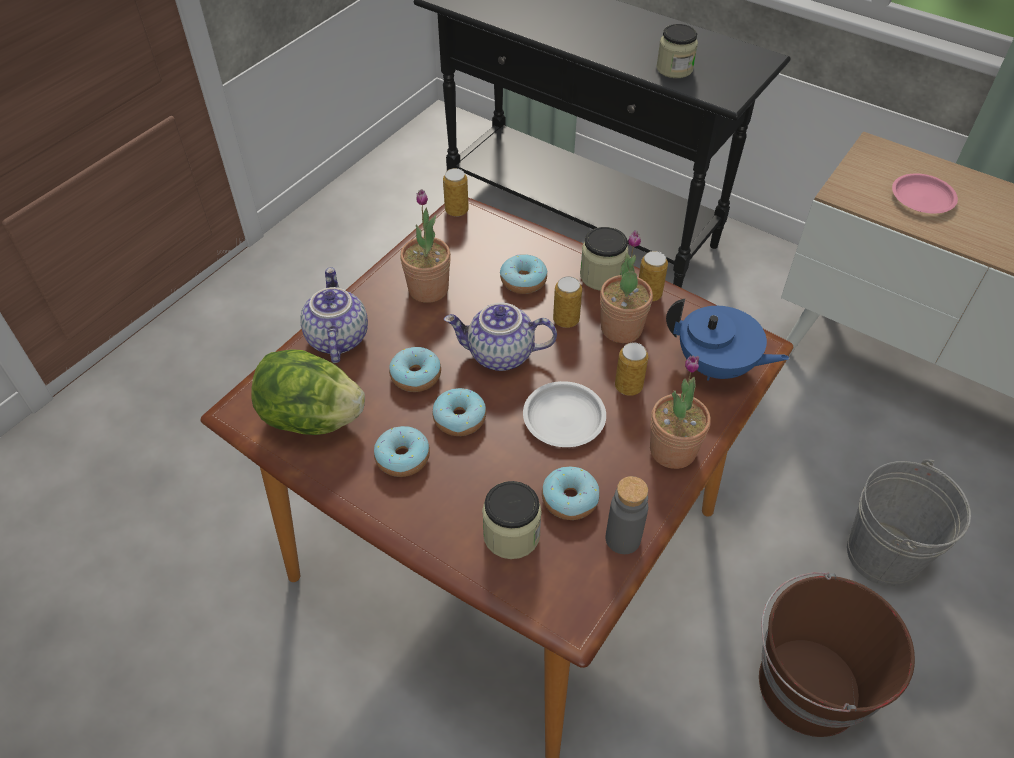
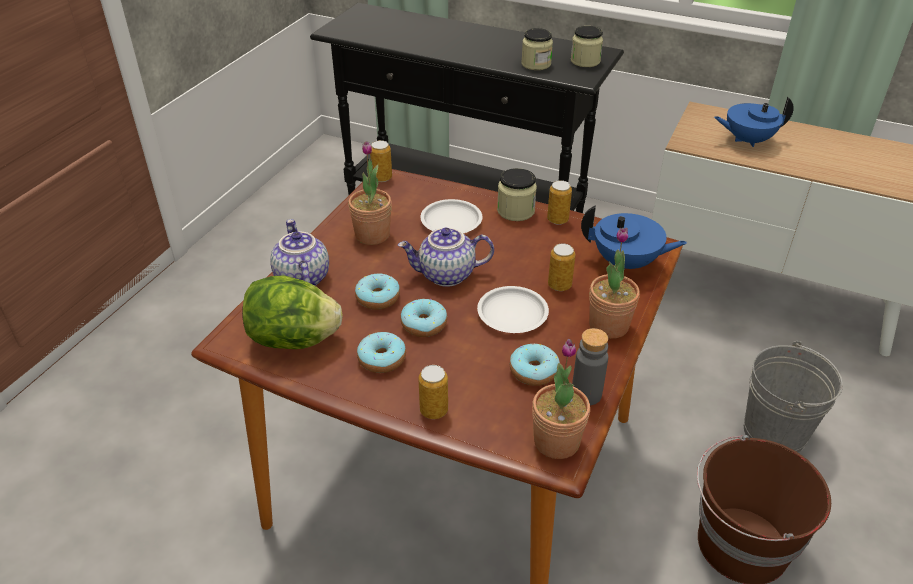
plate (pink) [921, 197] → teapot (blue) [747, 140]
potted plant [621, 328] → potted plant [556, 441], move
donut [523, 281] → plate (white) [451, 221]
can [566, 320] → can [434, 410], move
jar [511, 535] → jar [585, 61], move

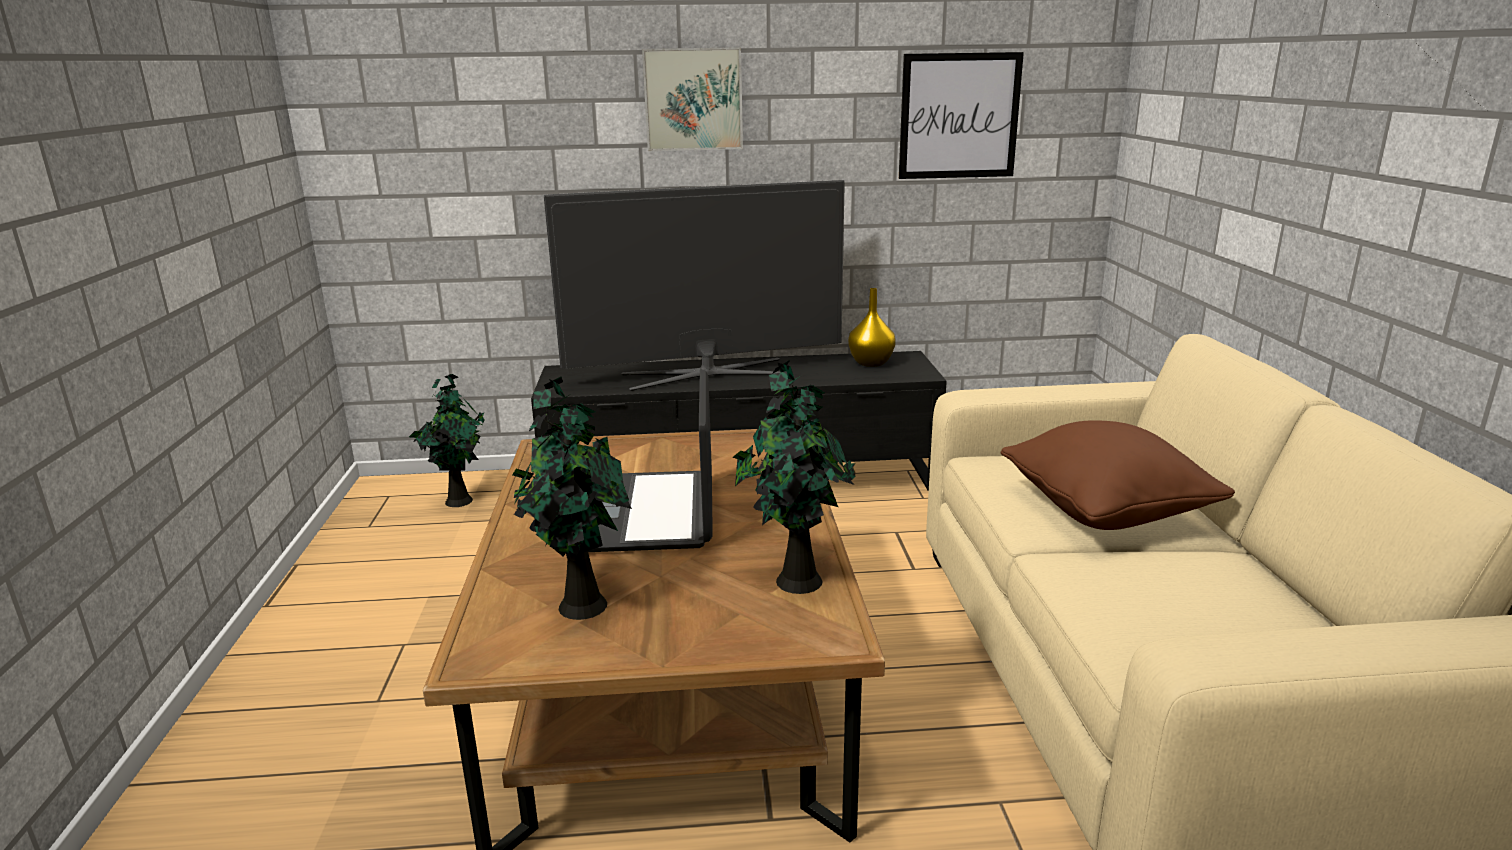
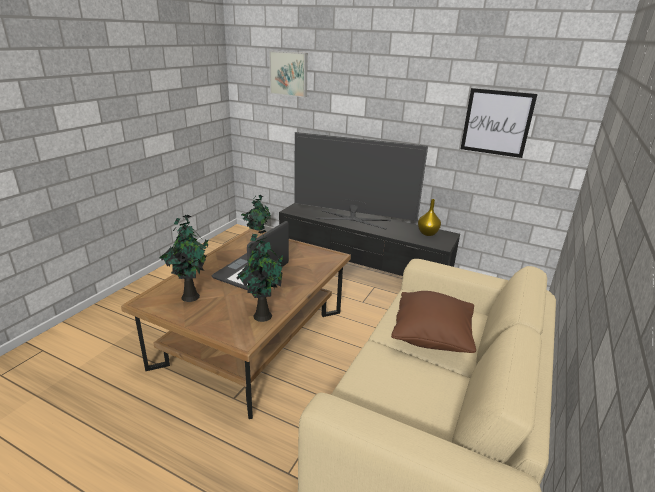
picture [693, 99] → picture [289, 73], move

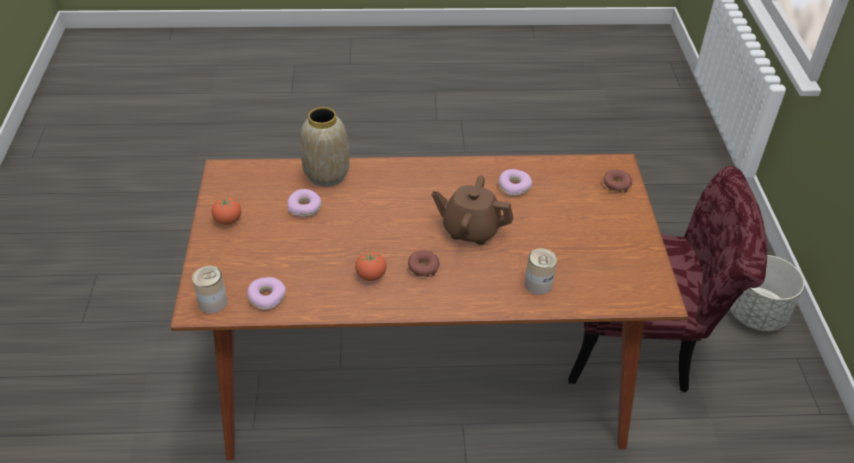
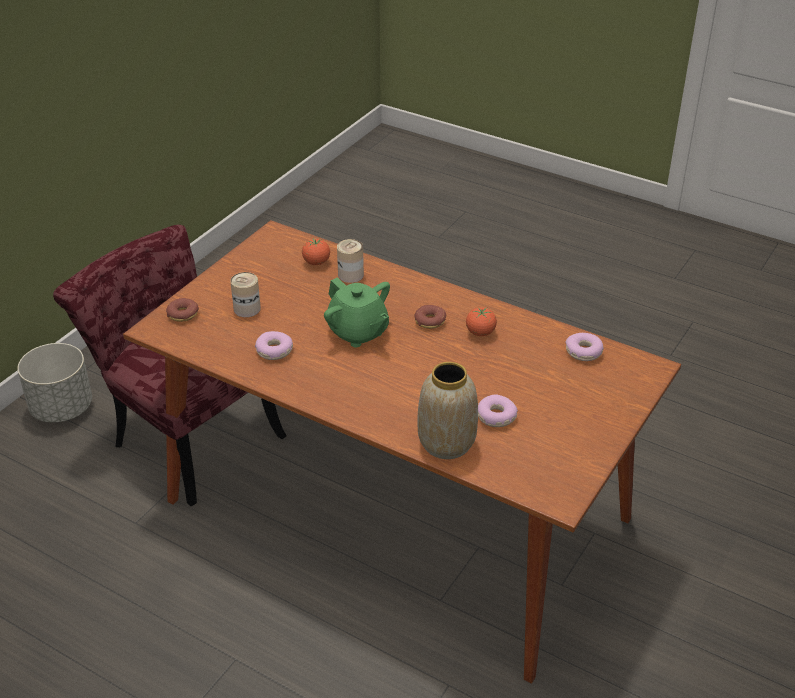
teapot (brown) [470, 230] → teapot (green) [358, 332]
tomato [228, 220] → tomato [316, 262], move
can [213, 302] → can [247, 309], move

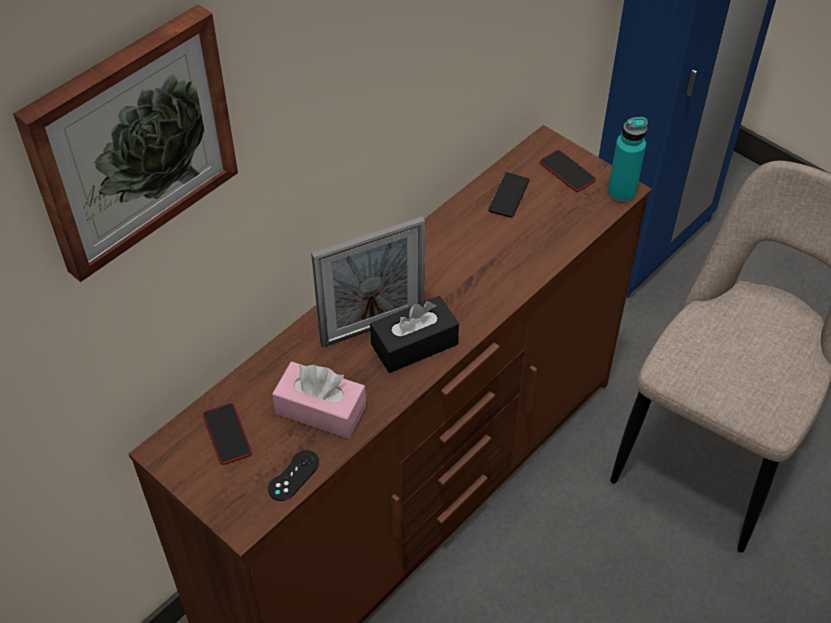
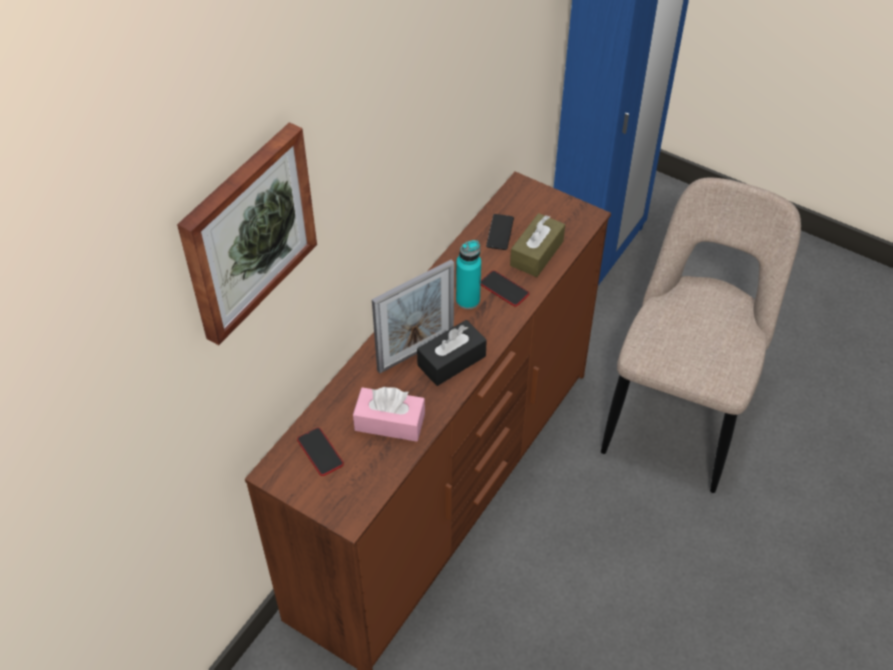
bottle (turquoise) [621, 192] → bottle (turquoise) [468, 300], move
phone [567, 172] → phone [504, 289], move
game controller (black) [293, 475] → -
- → tissue box (brown) [536, 253]

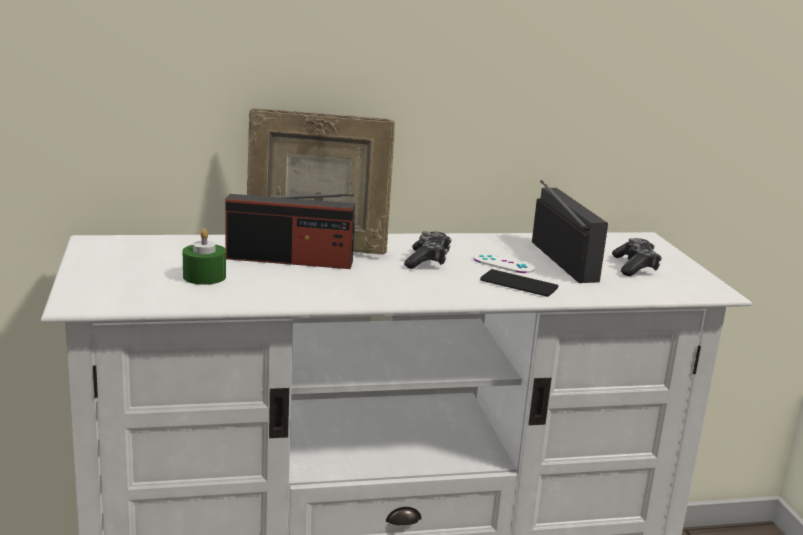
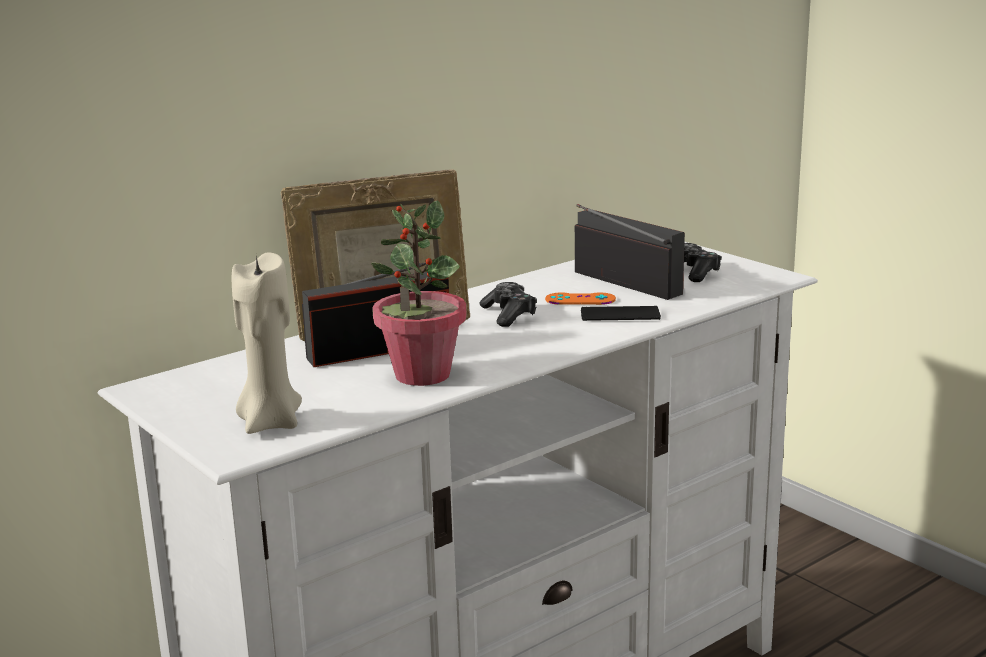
candle (green) [204, 276] → -
game controller (white) [503, 263] → game controller (orange) [580, 299]
- → potted plant [421, 375]
- → candle (beige) [270, 423]

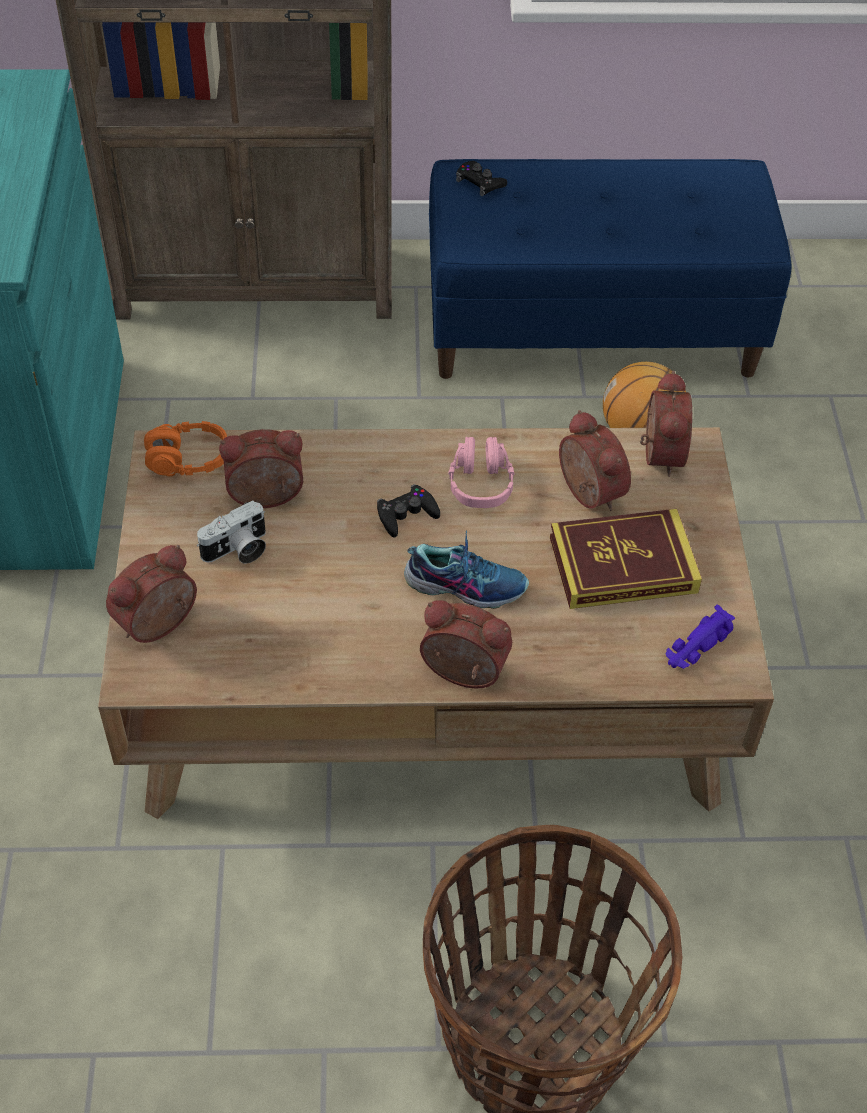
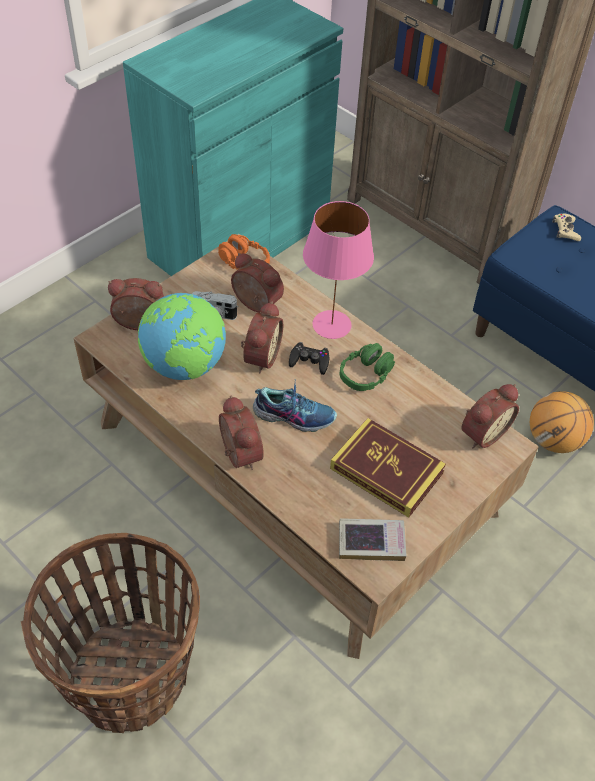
game controller (black) [480, 183] → game controller (beige) [565, 230]
alarm clock [586, 493] → alarm clock [260, 356], move
headphones (pink) [480, 483] → headphones (green) [365, 374]
shoe [465, 585] → shoe [294, 415], 45 degrees counterclockwise
toy car (purple) [696, 646] → book [371, 542]
- → table lamp (pink) [331, 324]
- → globe [185, 365]

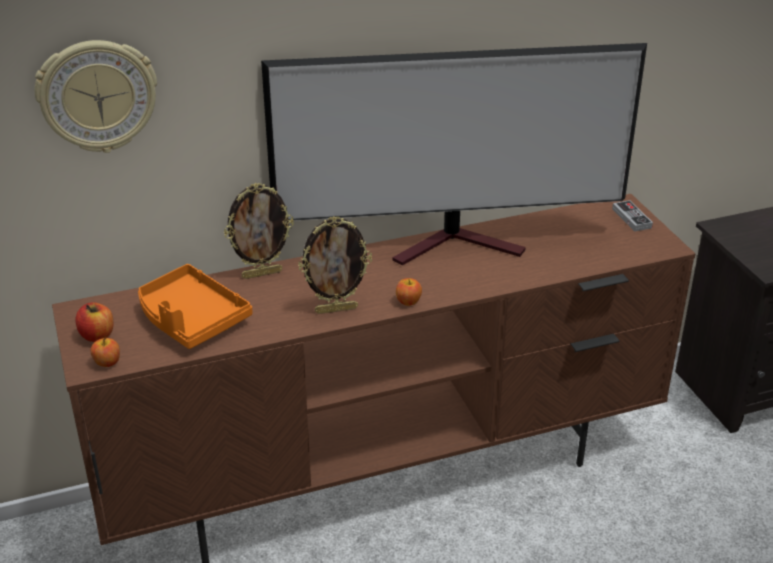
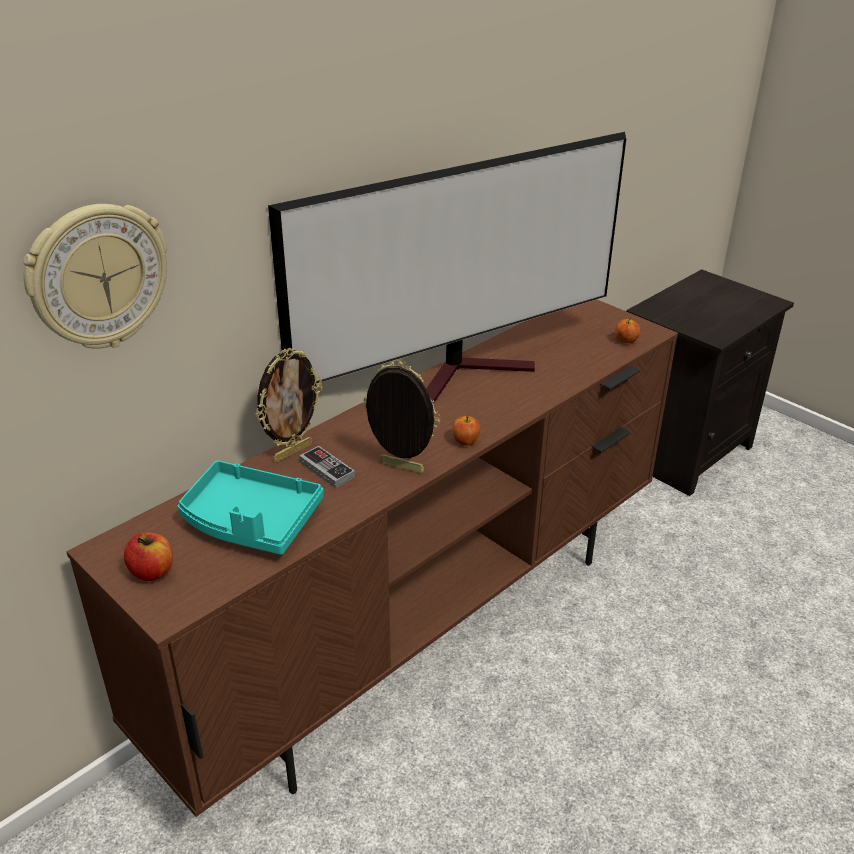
game controller [631, 218] → game controller [327, 469], move
picture frame [336, 309] → picture frame [400, 468], 120 degrees counterclockwise
tray (orange) [191, 319] → tray (turquoise) [250, 521]
apple [107, 362] → apple [626, 341], move

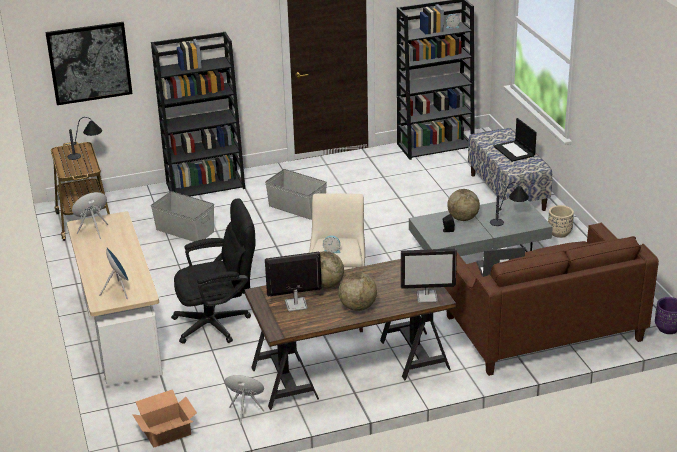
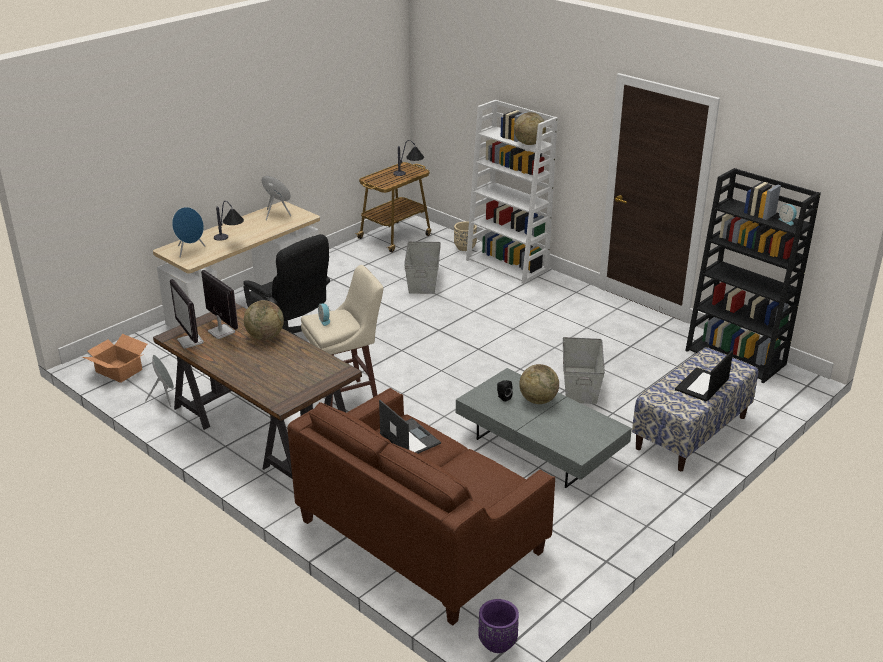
picture [89, 63] → -
bookcase (black) [206, 185] → bookcase (white) [508, 265]
storage box (grey) [297, 207] → storage box (grey) [580, 385], move
table lamp [509, 219] → table lamp [230, 241], move
planter (beige) [559, 233] → planter (beige) [465, 247], move
monitor [427, 296] → monitor [191, 341], move
globe [358, 307] → globe [529, 143], move

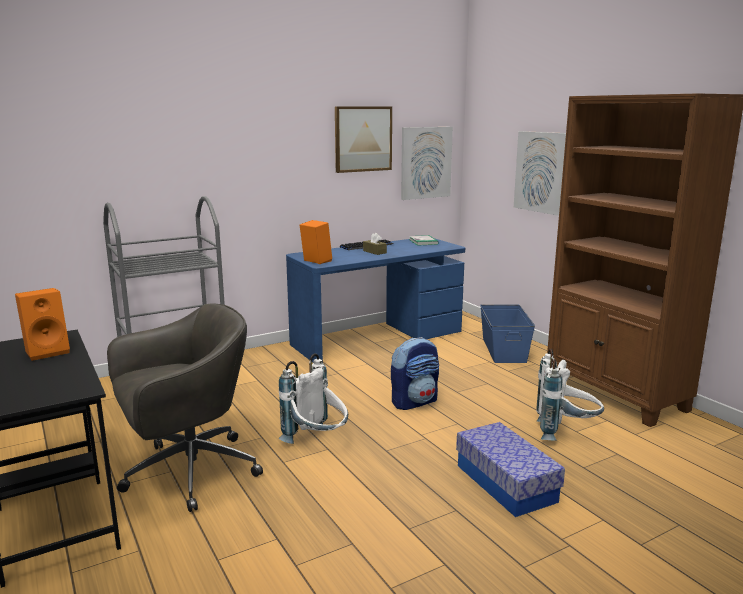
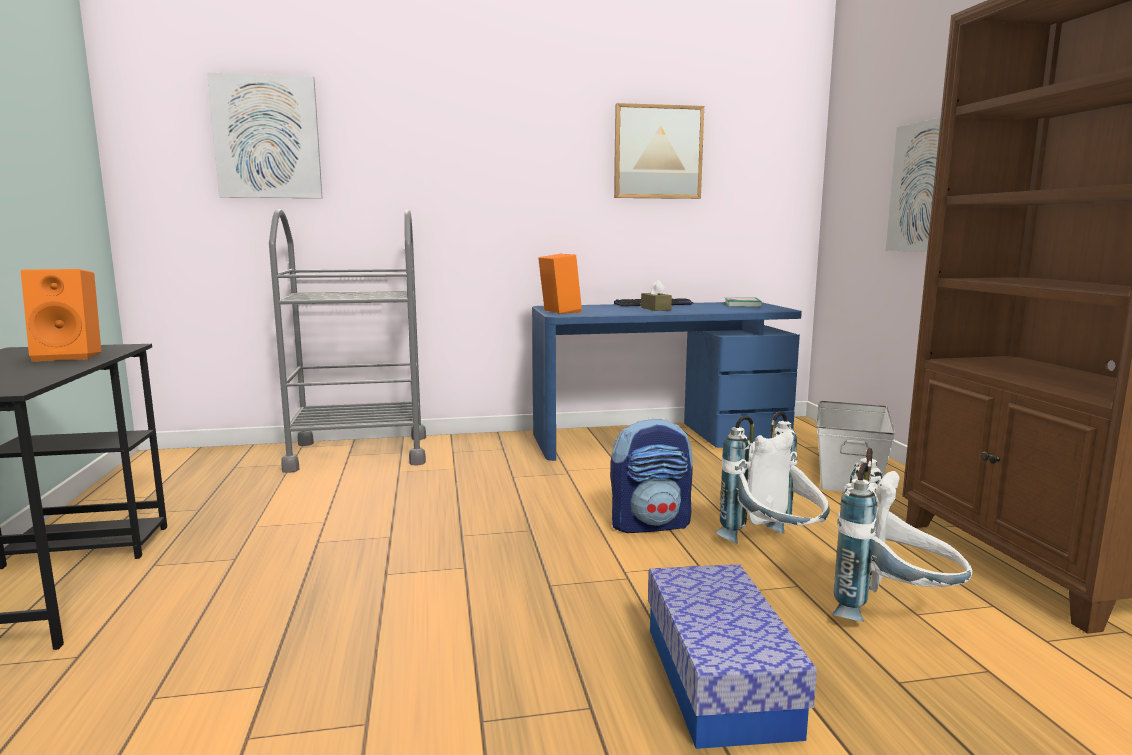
picture [425, 162] → picture [267, 137], move
office chair (grey) [188, 472] → -
storage box (blue) [503, 350] → storage box (white) [848, 474]
backpack (white) [317, 443] → backpack (white) [774, 548], move

